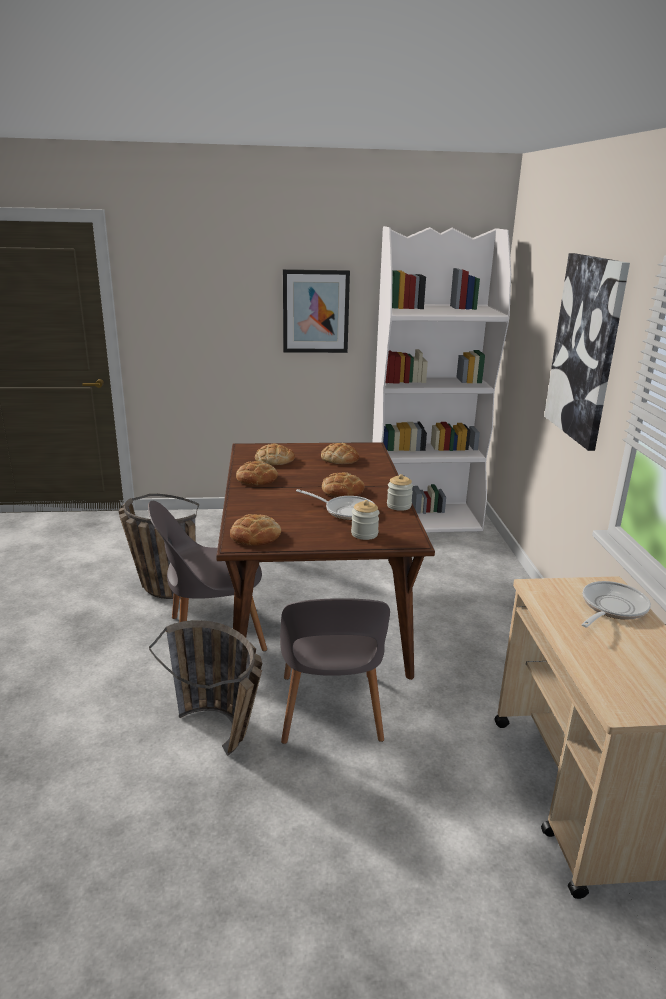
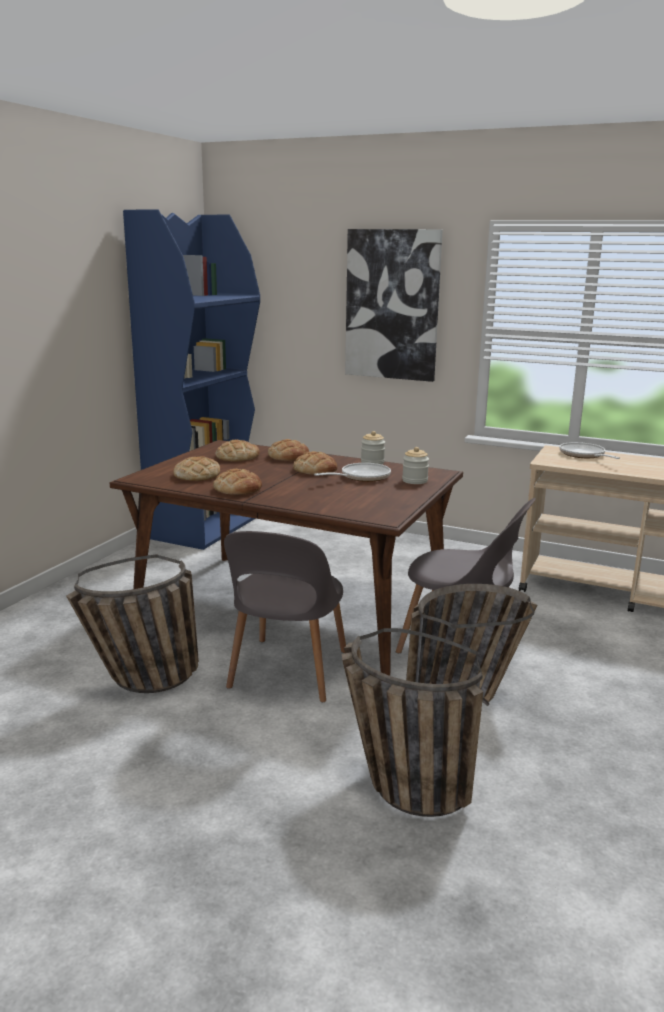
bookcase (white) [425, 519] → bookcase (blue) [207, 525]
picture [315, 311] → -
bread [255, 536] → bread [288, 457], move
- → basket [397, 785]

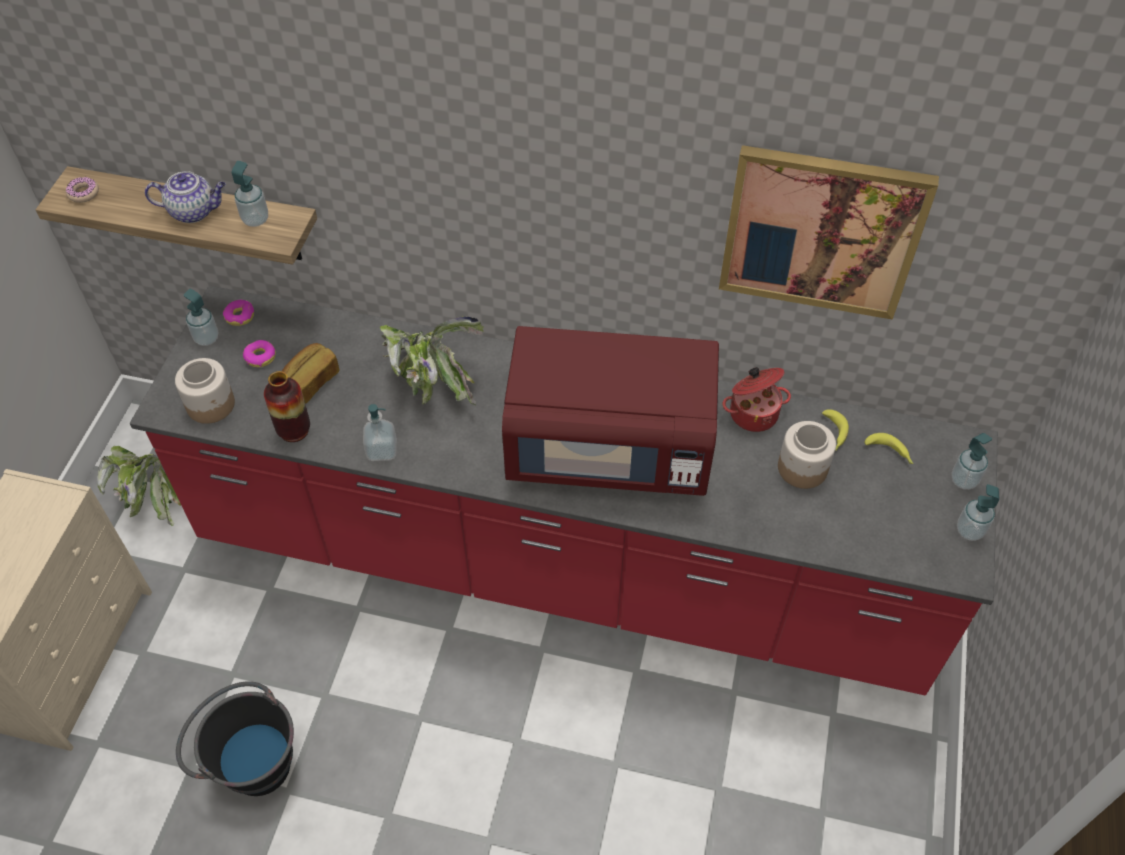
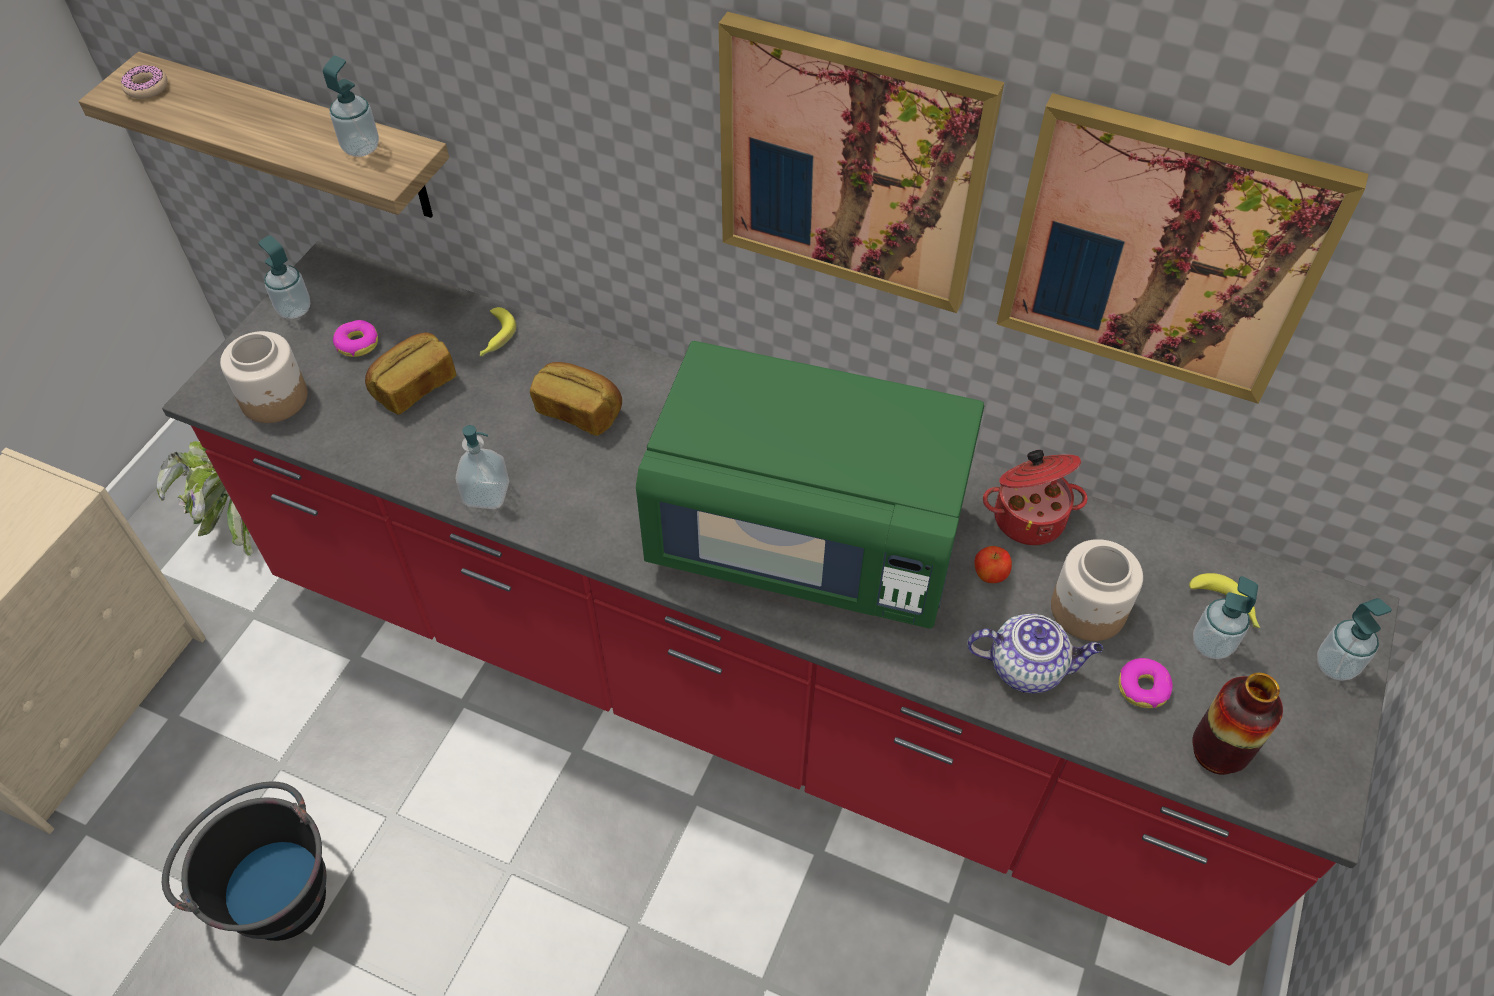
teapot [194, 211] → teapot [1028, 667], move
donut [240, 316] → donut [1143, 687], move
potted plant [432, 383] → bread [579, 410]
microwave (red) [609, 448] → microwave (green) [808, 537]
vase [294, 430] → vase [1217, 752], move
banana [833, 434] → banana [494, 338], move
soap dispenser [969, 530] → soap dispenser [1211, 644], move
- → picture [852, 164]
- → apple [989, 575]

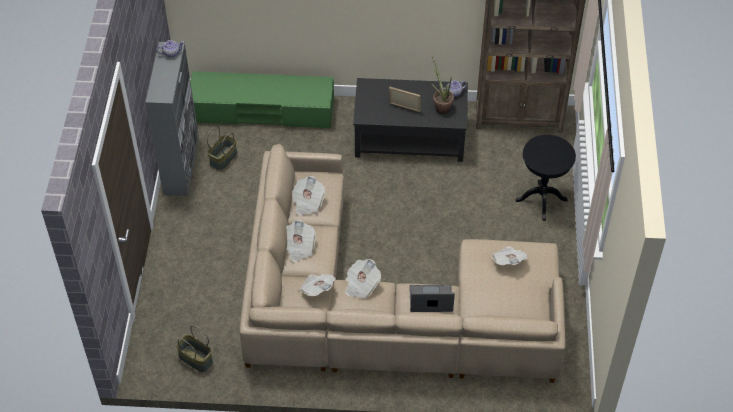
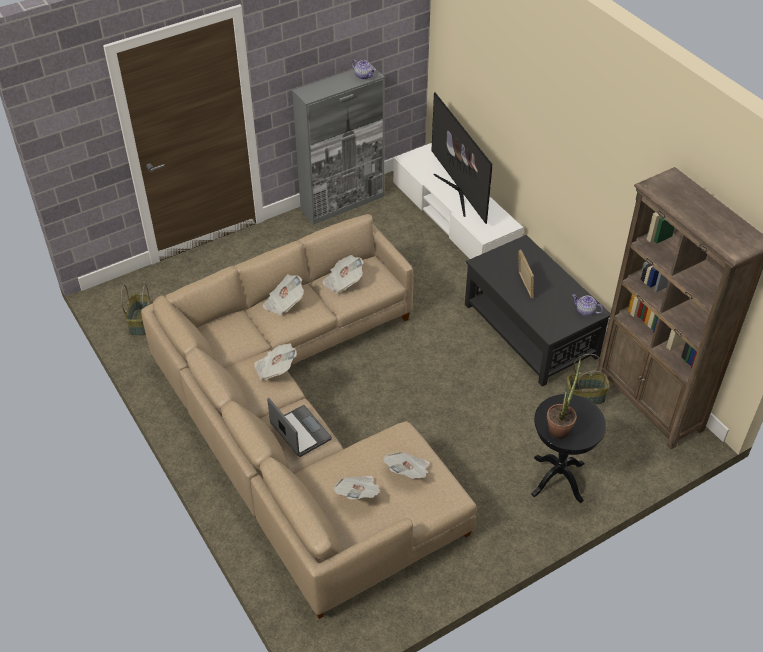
potted plant [441, 106] → potted plant [560, 427], move
tv stand (green) [262, 111] → tv stand (white) [454, 217]
basket [223, 158] → basket [585, 396], move
newspaper [317, 289] → newspaper [358, 494], move
- → television [459, 192]

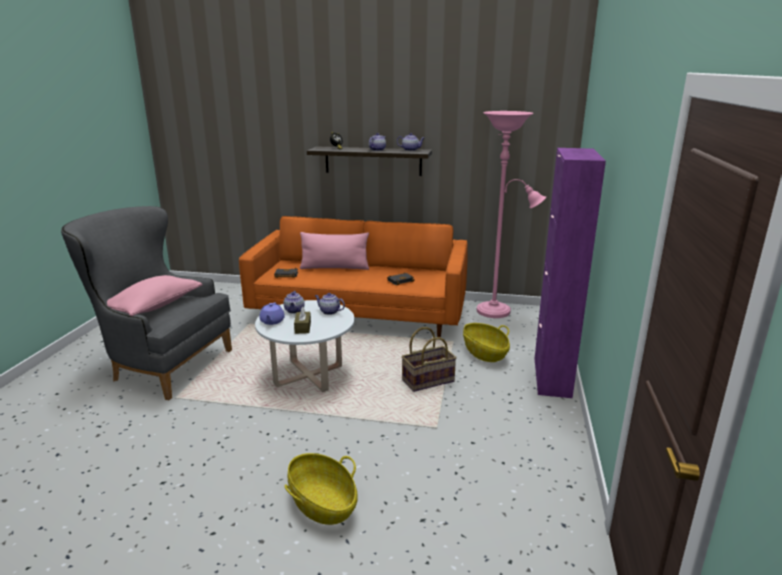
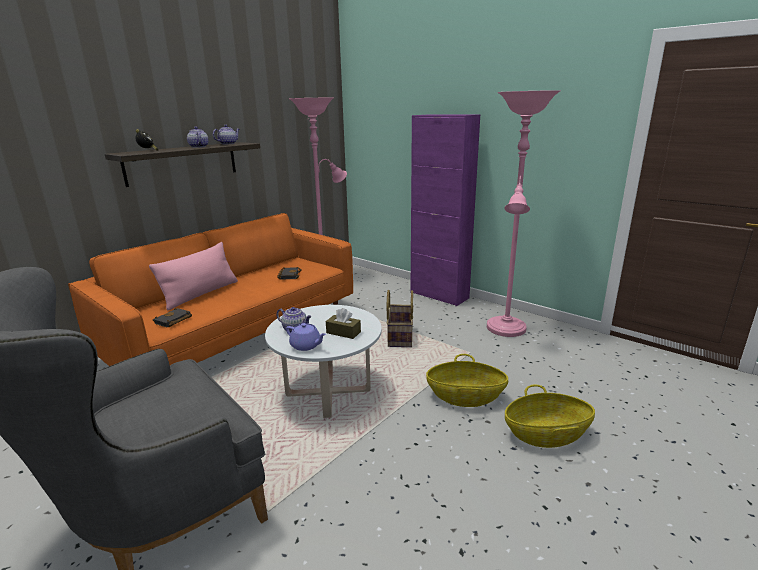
pillow (pink) [154, 306] → -
teapot [329, 312] → -
basket [484, 353] → basket [465, 396], move
- → floor lamp (pink) [506, 330]

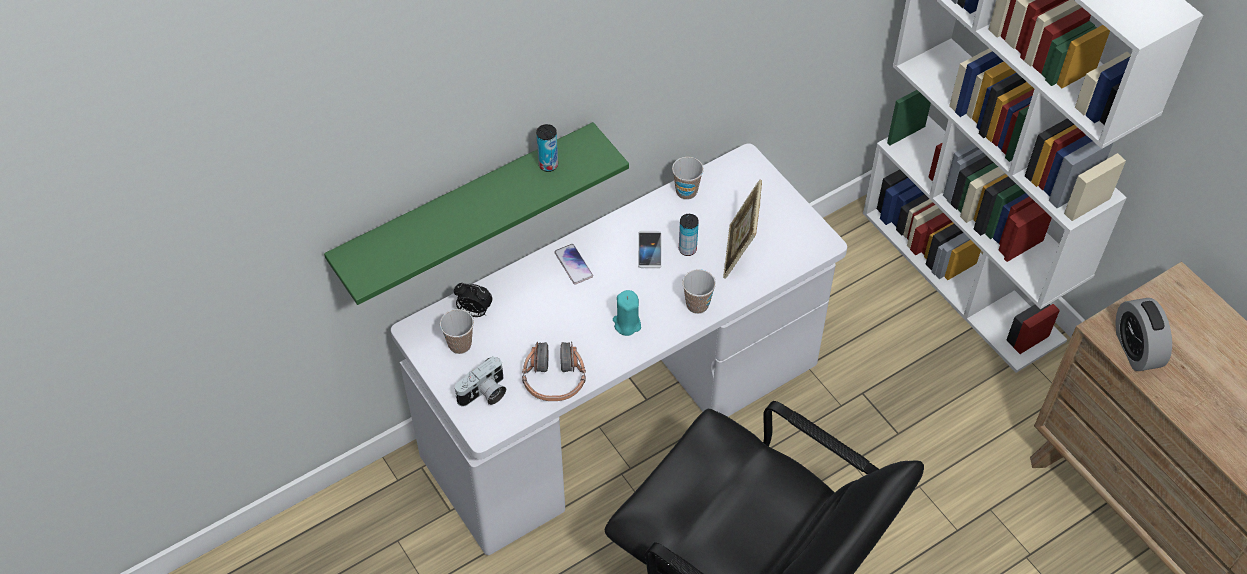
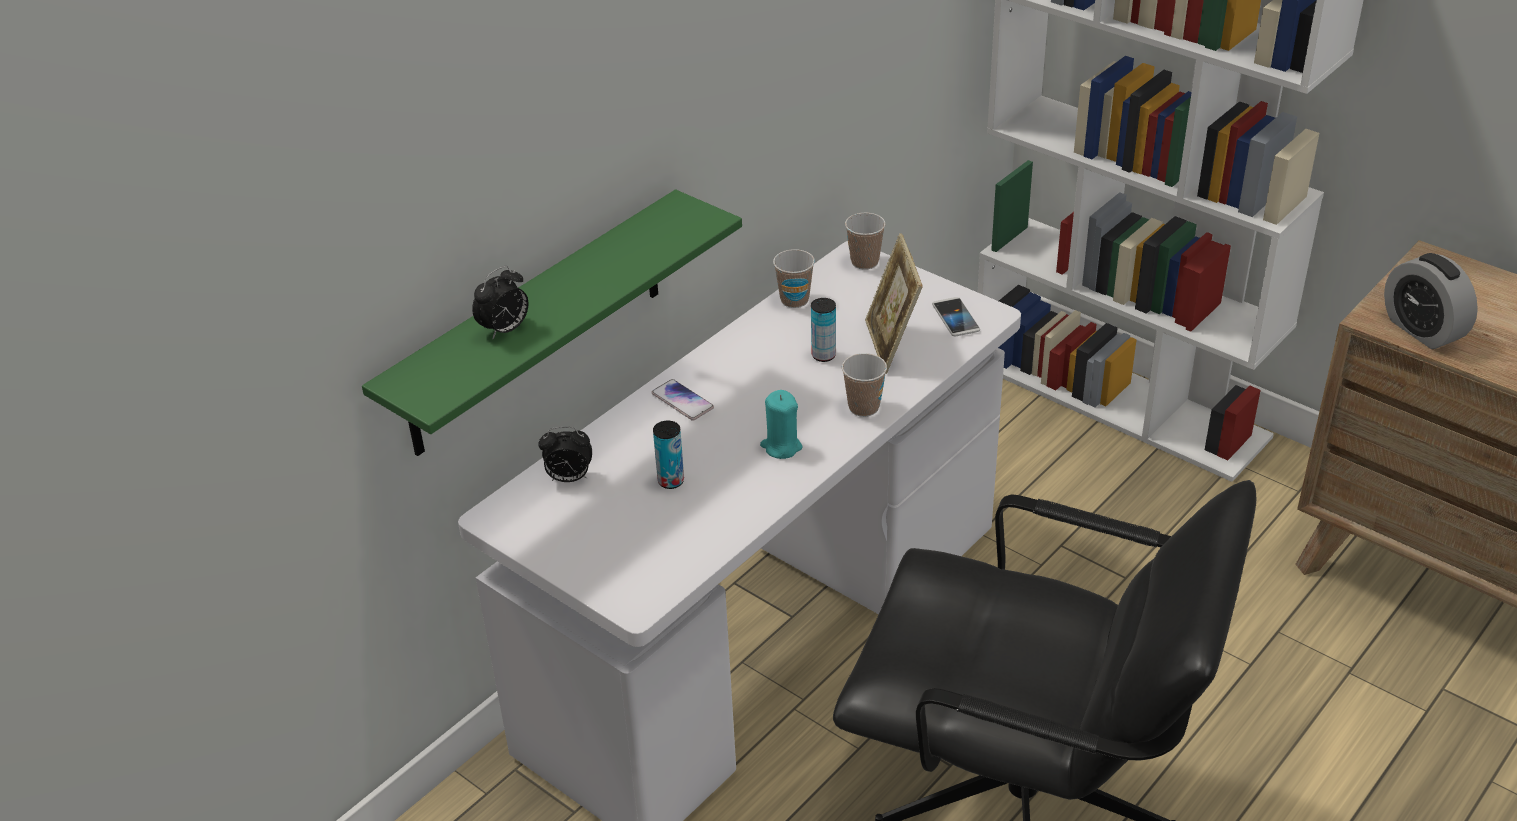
can [548, 165] → can [671, 481], move
phone [649, 250] → phone [955, 318], move
cup [460, 344] → cup [864, 262], move
headphones [554, 379] → -
photo camera [484, 394] → -
- → alarm clock [505, 330]

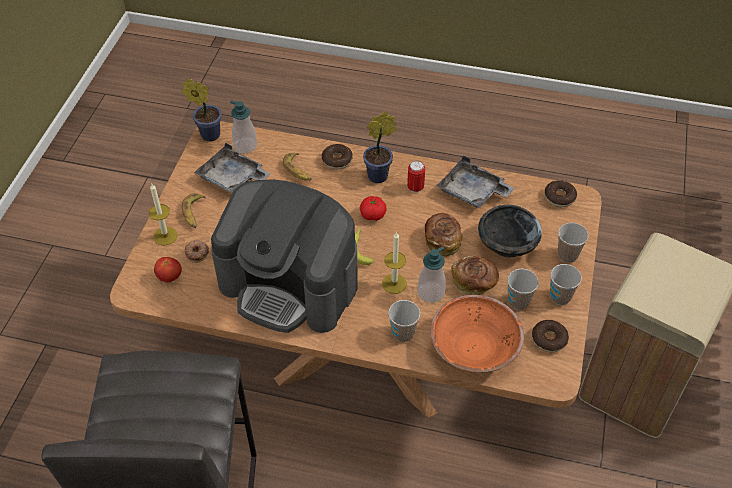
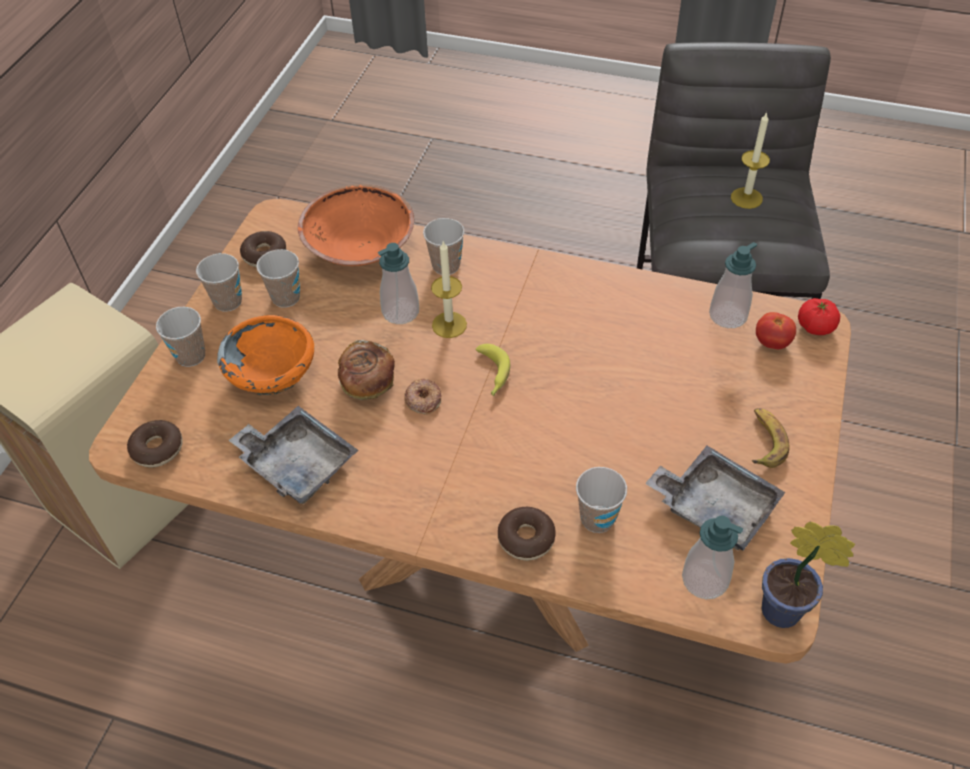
potted plant [380, 175] → -
banana [298, 170] → cup [597, 519]
can [415, 187] → -
coffee machine [290, 284] → -
candle [165, 236] → candle [746, 198], move
tomato [372, 215] → tomato [815, 326], move
bowl (black) [506, 244] → bowl (orange) [272, 375]
donut [197, 252] → donut [423, 399], move
bread [474, 282] → -
- → soap dispenser [728, 316]

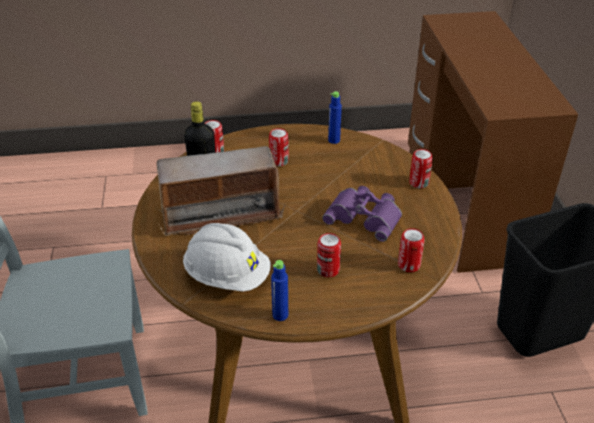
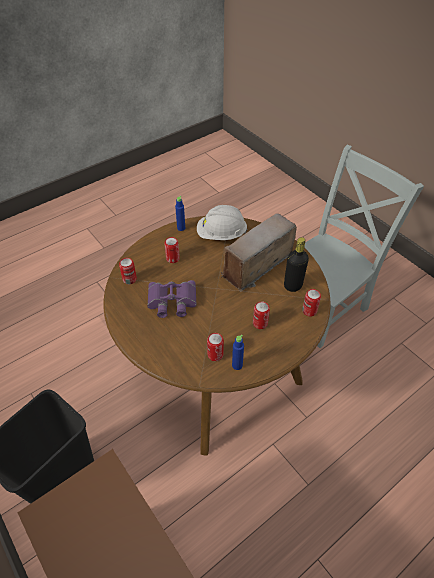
can [419, 183] → can [215, 355], move

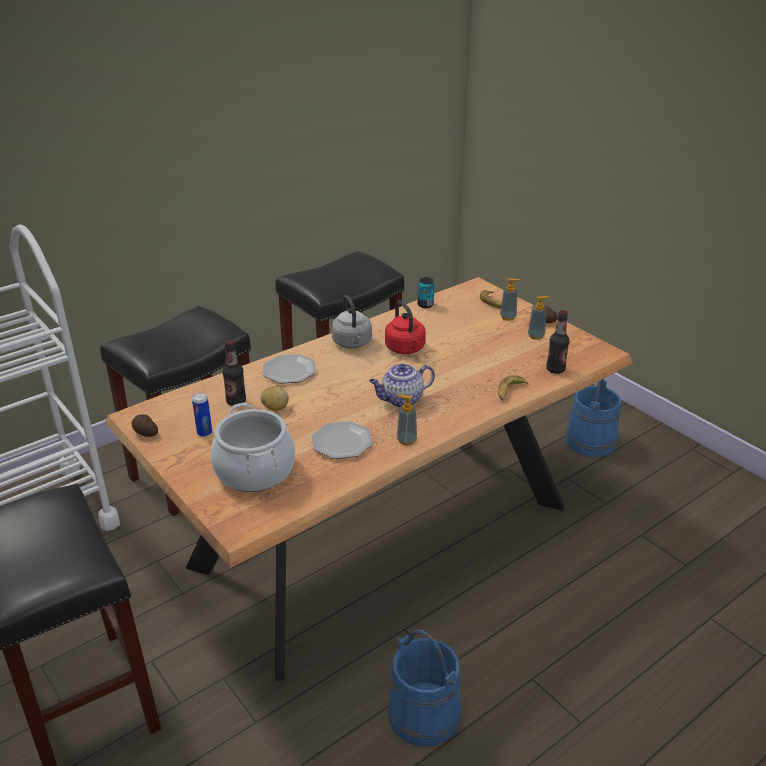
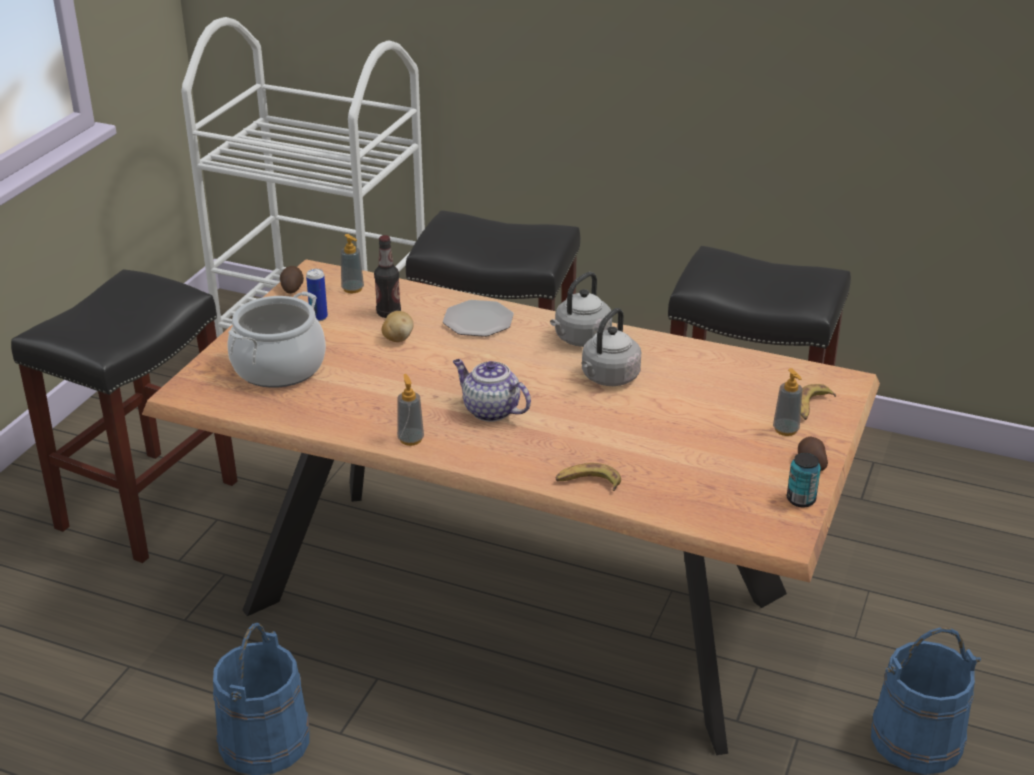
can [425, 305] → can [801, 500], move
soap dispenser [536, 336] → soap dispenser [352, 289], move
kettle (red) [406, 349] → kettle (grey) [608, 378]
bottle [555, 370] → -
plate [341, 442] → -

